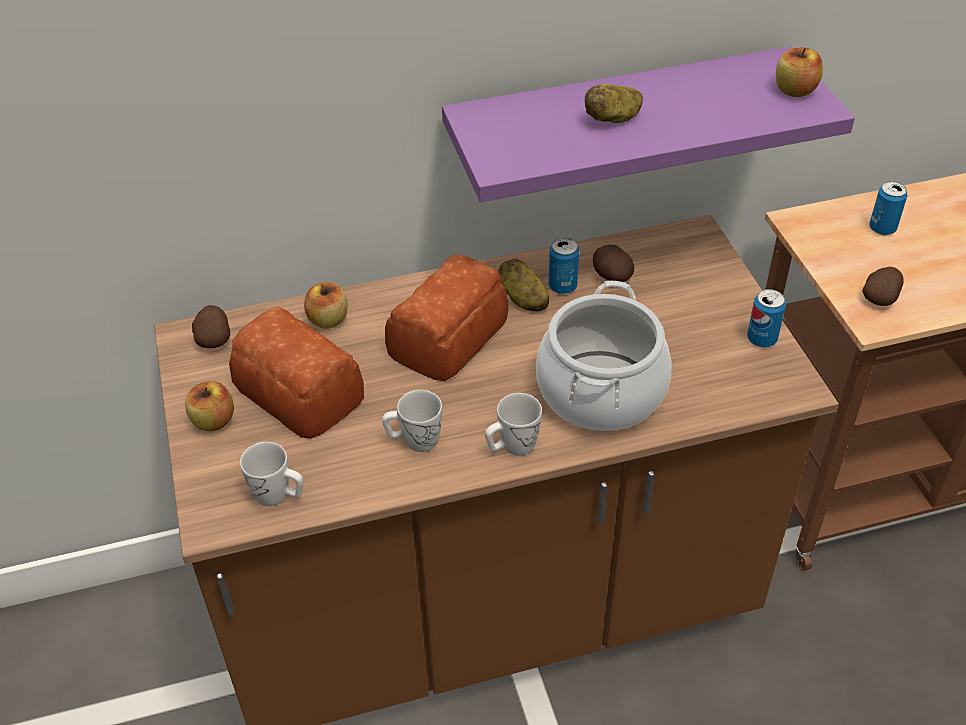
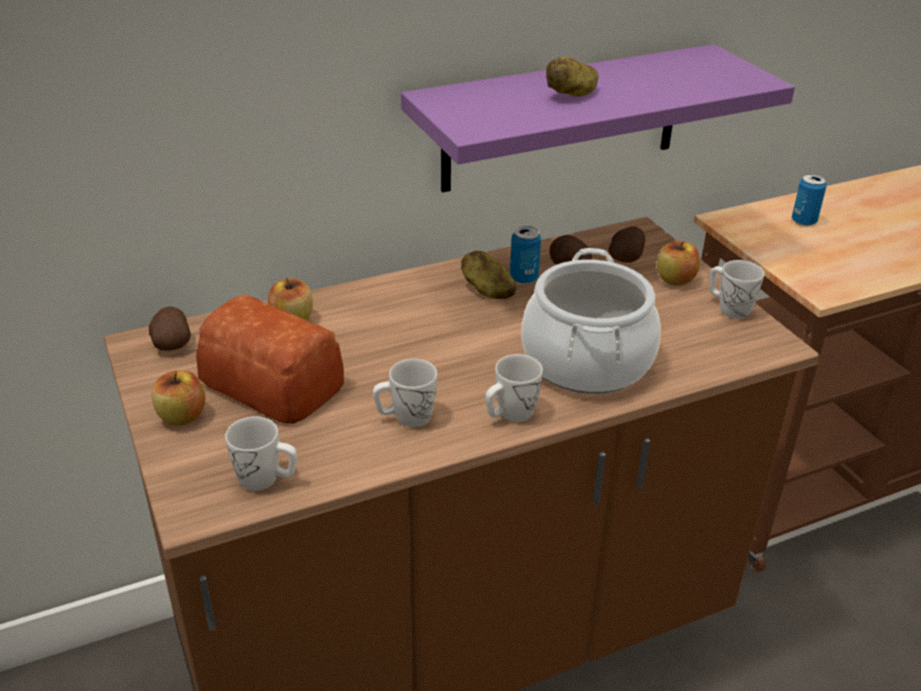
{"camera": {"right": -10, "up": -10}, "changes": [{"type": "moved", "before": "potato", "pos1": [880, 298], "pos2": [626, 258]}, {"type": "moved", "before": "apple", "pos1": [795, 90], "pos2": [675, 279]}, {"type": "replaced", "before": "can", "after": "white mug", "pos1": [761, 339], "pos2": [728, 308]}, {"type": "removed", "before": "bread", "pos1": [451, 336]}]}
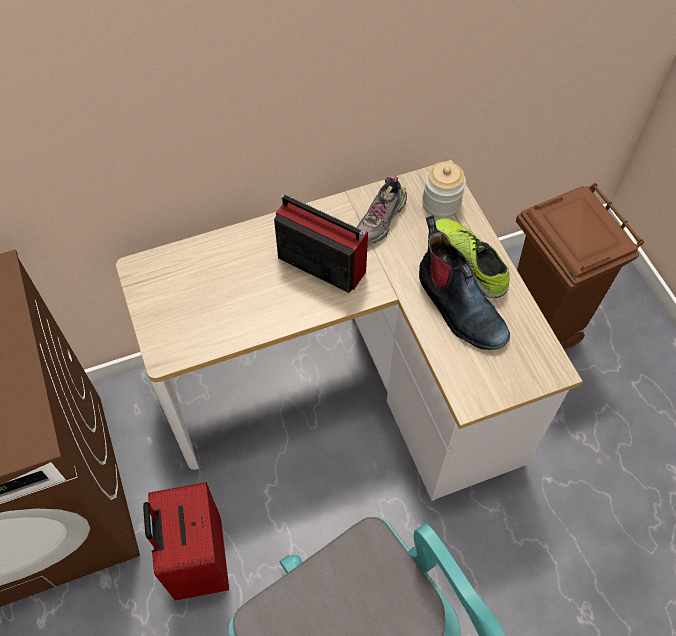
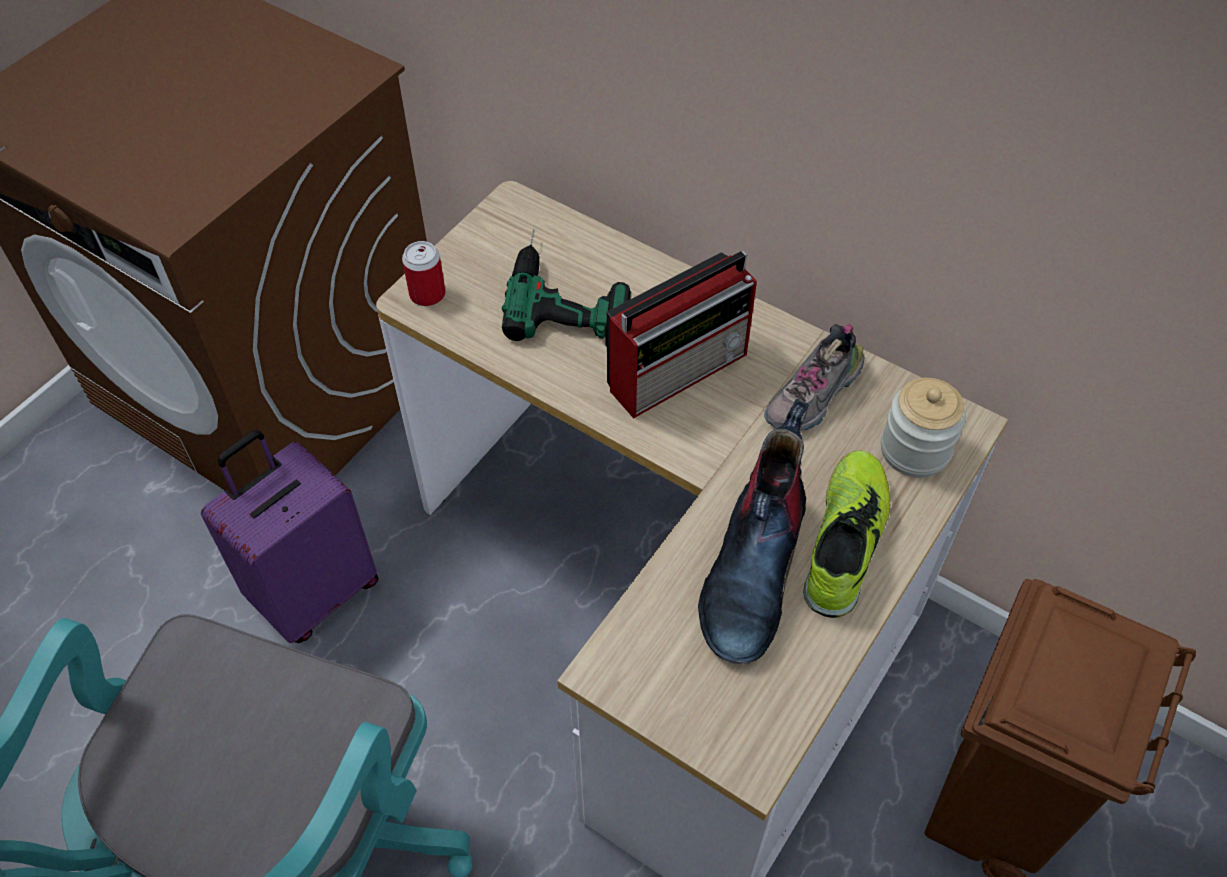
{"camera": {"right": 55, "up": -5}, "changes": [{"type": "recoloured", "before": "red suitcase", "after": "purple suitcase", "pos1": [198, 560], "pos2": [314, 591]}, {"type": "added", "after": "can", "pos2": [427, 294]}, {"type": "added", "after": "power drill", "pos2": [570, 292]}, {"type": "turned", "before": "radio", "pos1": [319, 263], "pos2": [680, 369], "turn": 60}, {"type": "turned", "before": "shoe", "pos1": [381, 221], "pos2": [814, 397], "turn": -45}]}
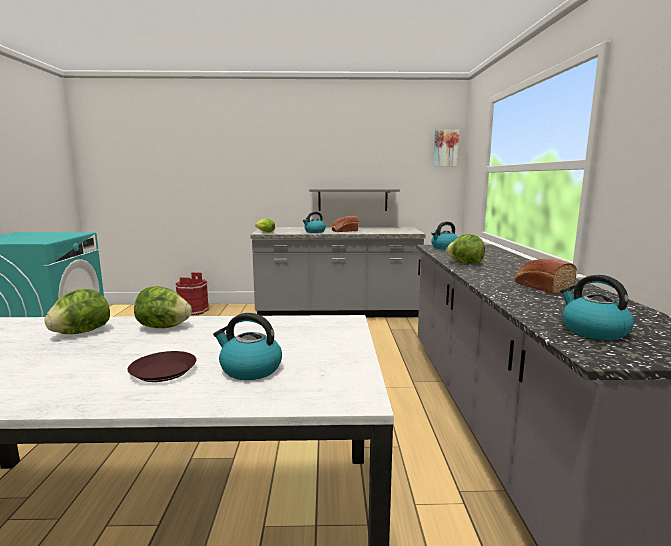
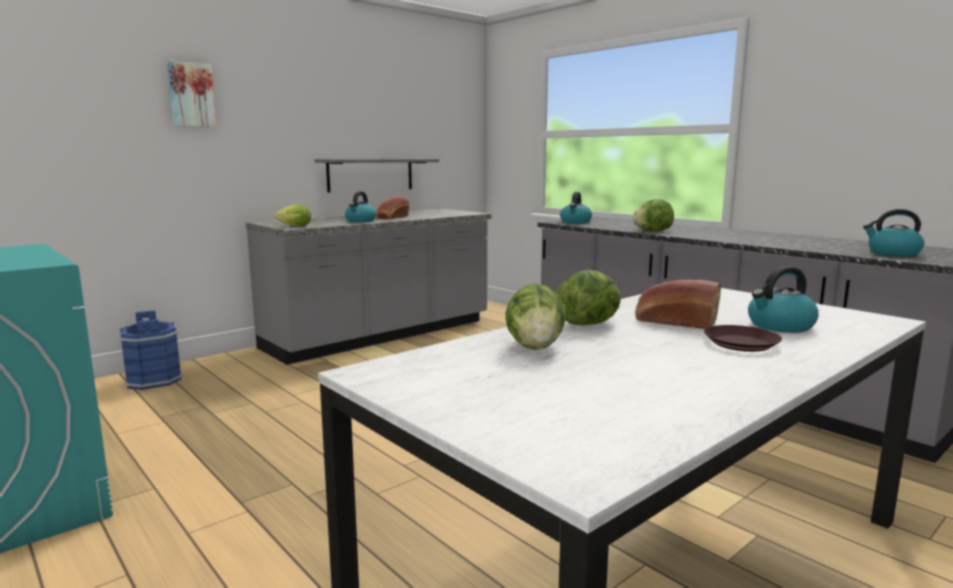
{"camera": {"right": -40, "up": 0}, "changes": [{"type": "recoloured", "before": "red bucket", "after": "blue bucket", "pos1": [193, 311], "pos2": [154, 380]}, {"type": "moved", "before": "picture", "pos1": [445, 148], "pos2": [191, 95]}, {"type": "moved", "before": "bread", "pos1": [540, 287], "pos2": [674, 321]}]}
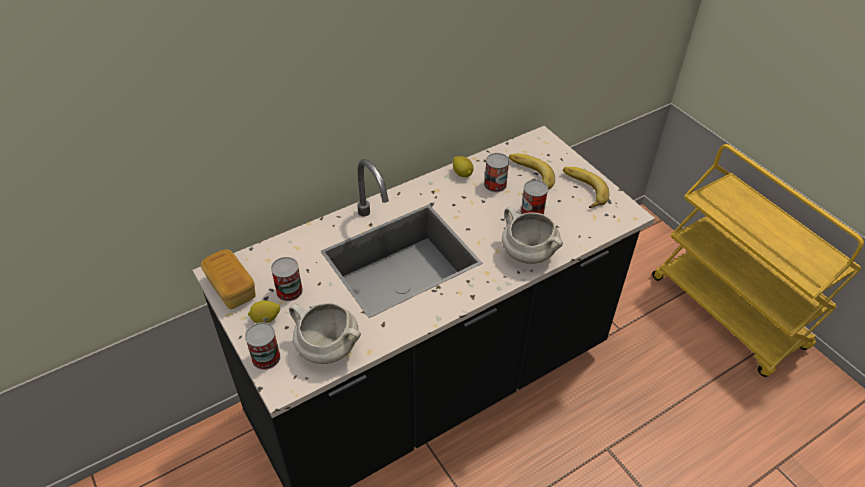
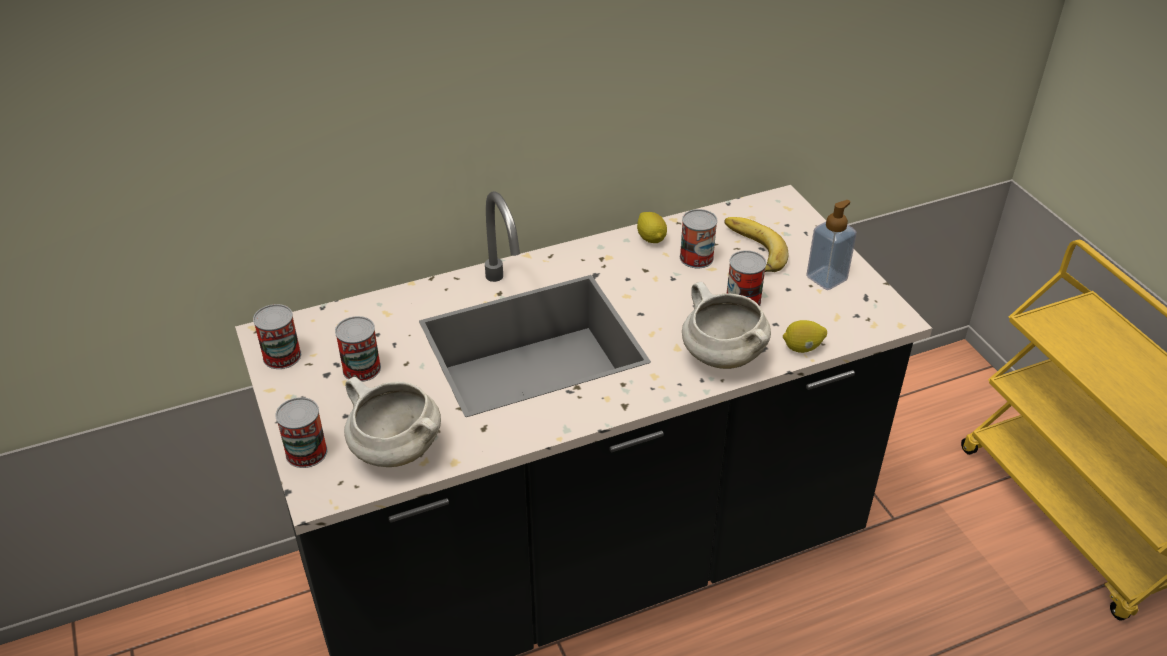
{"camera": {"right": 10, "up": -5}, "changes": [{"type": "replaced", "before": "bread", "after": "can", "pos1": [231, 288], "pos2": [282, 356]}, {"type": "moved", "before": "lemon", "pos1": [266, 319], "pos2": [802, 348]}, {"type": "replaced", "before": "banana", "after": "soap dispenser", "pos1": [581, 190], "pos2": [826, 278]}]}
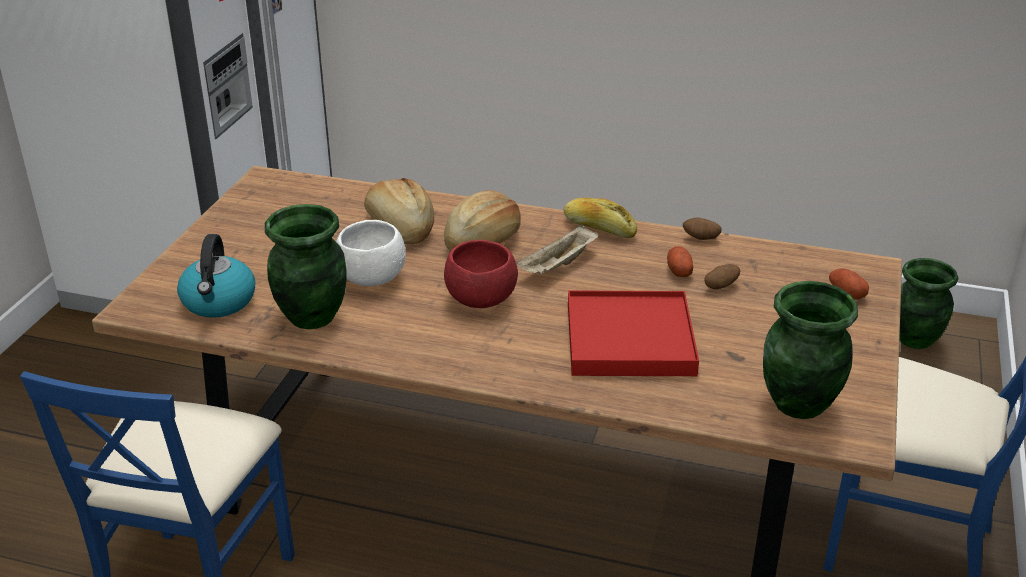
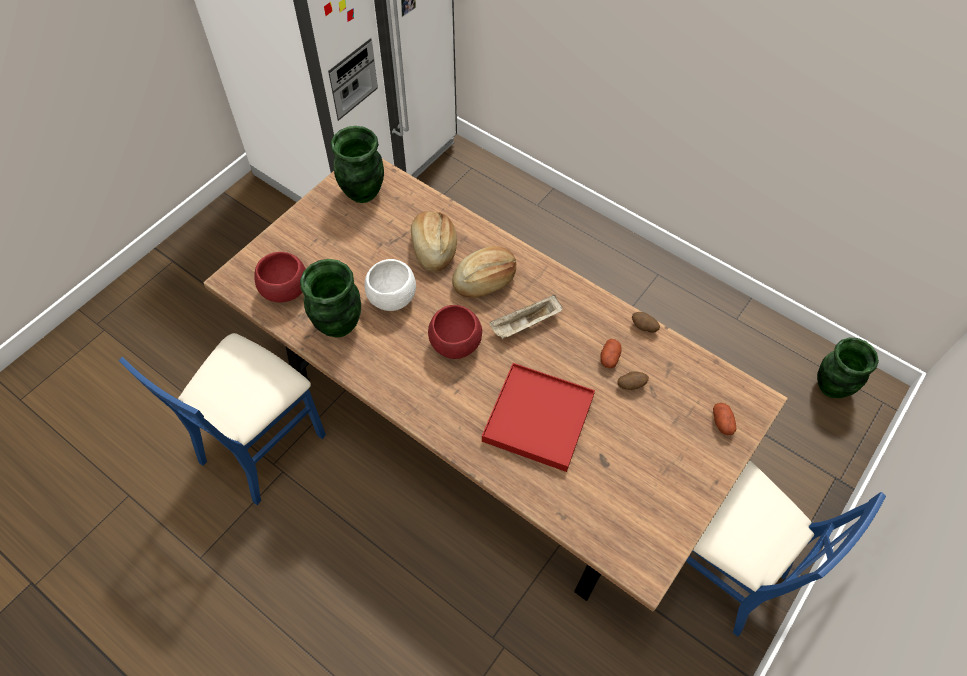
{"camera": {"right": 20, "up": 25}, "changes": [{"type": "replaced", "before": "kettle", "after": "red bowl", "pos1": [219, 302], "pos2": [285, 290]}, {"type": "moved", "before": "green vase", "pos1": [799, 404], "pos2": [362, 193]}, {"type": "removed", "before": "bread", "pos1": [599, 228]}]}
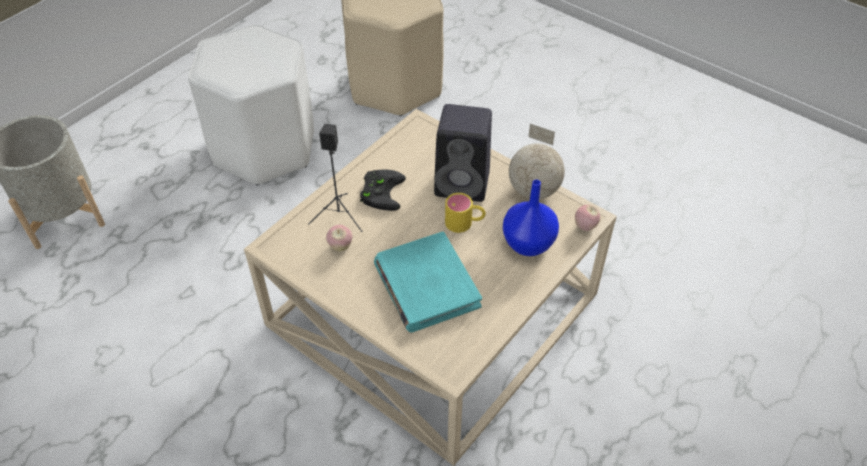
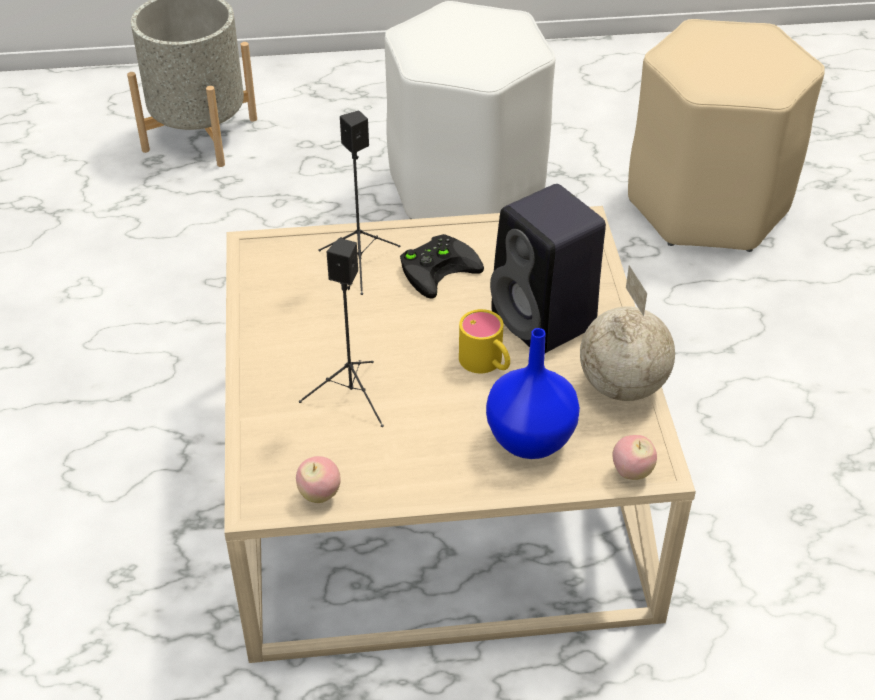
{"camera": {"right": 45, "up": -5}, "changes": [{"type": "moved", "before": "apple", "pos1": [340, 246], "pos2": [319, 494]}, {"type": "replaced", "before": "turquoise book", "after": "black speaker", "pos1": [426, 285], "pos2": [352, 396]}]}
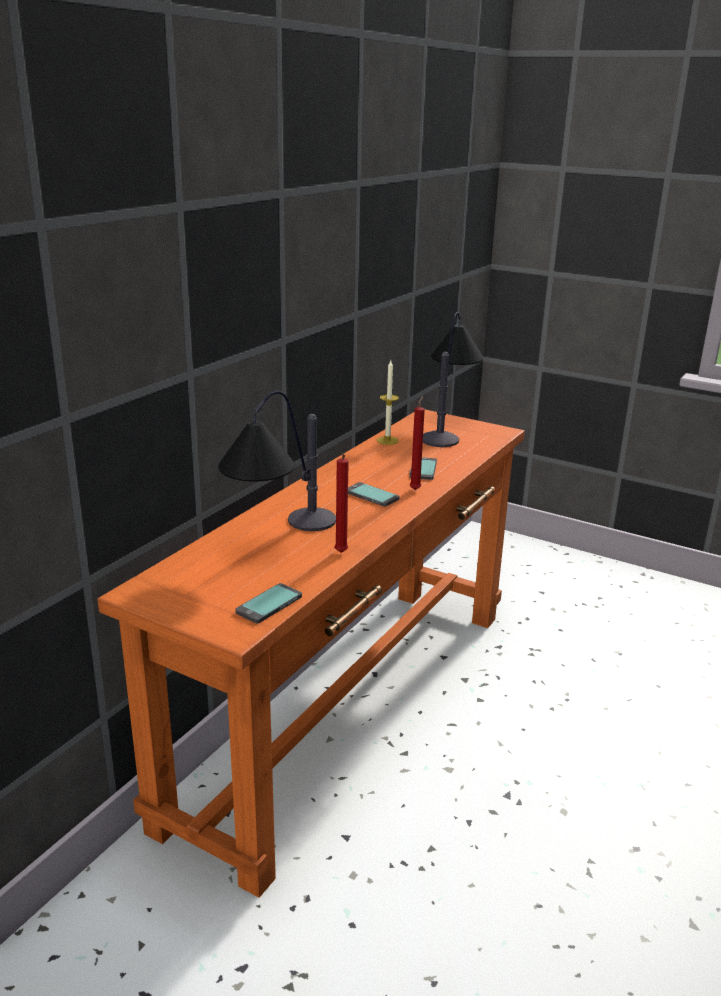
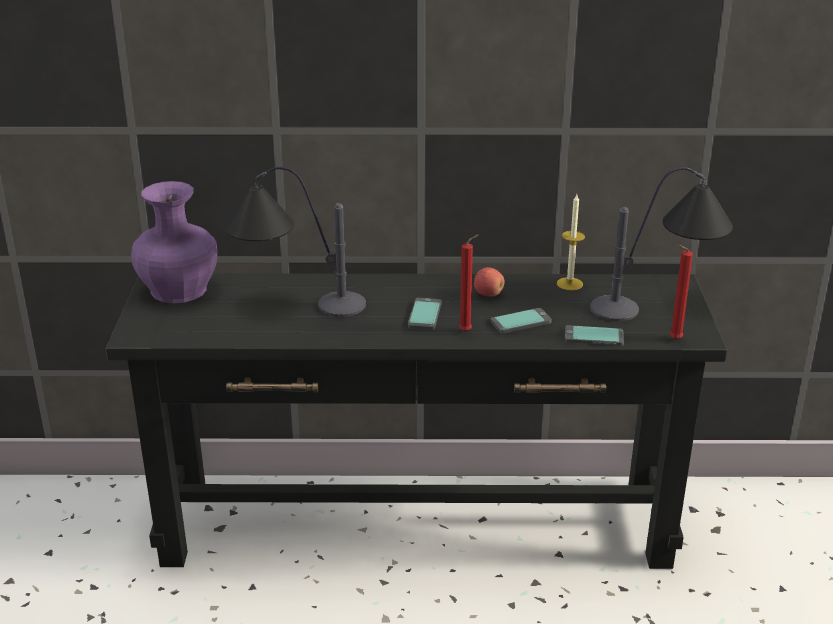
{"camera": {"right": 60, "up": 5}, "changes": [{"type": "recoloured", "before": "orange console table", "after": "black console table", "pos1": [351, 708], "pos2": [416, 524]}, {"type": "added", "after": "purple vase", "pos2": [177, 290]}, {"type": "added", "after": "apple", "pos2": [488, 294]}, {"type": "moved", "before": "phone", "pos1": [269, 604], "pos2": [594, 337]}, {"type": "moved", "before": "red candle", "pos1": [340, 553], "pos2": [673, 340]}]}
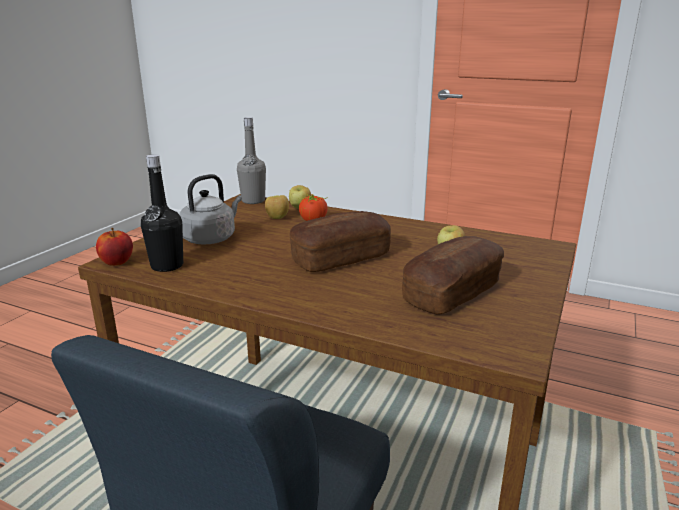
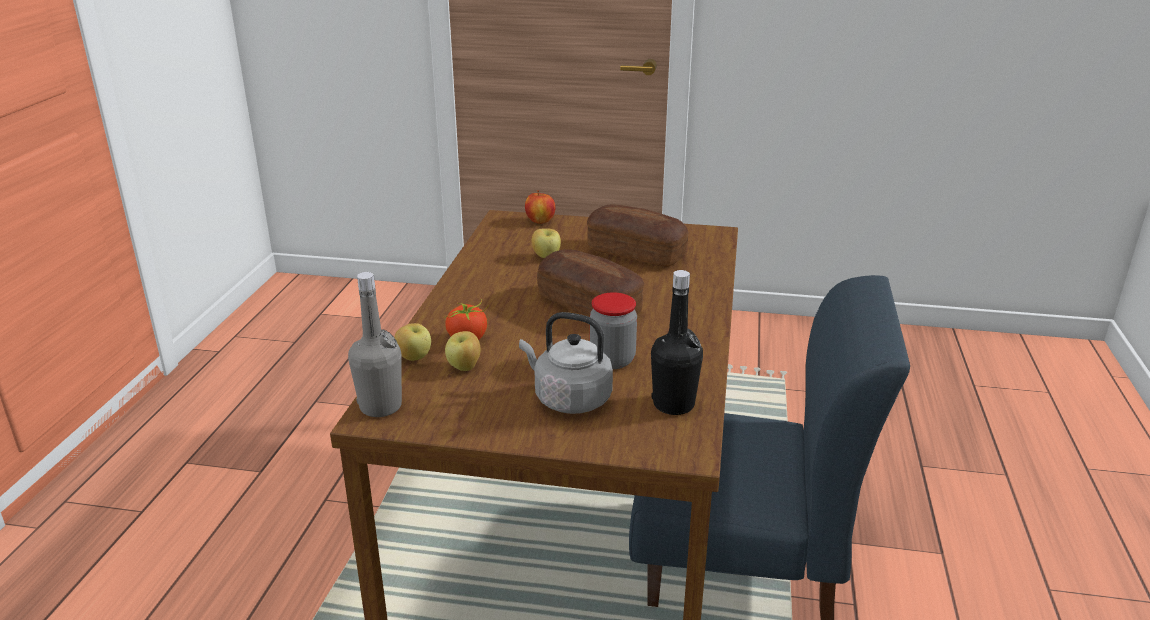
{"camera": {"right": -105, "up": 5}, "changes": [{"type": "moved", "before": "apple", "pos1": [117, 262], "pos2": [540, 221]}, {"type": "added", "after": "jar", "pos2": [612, 360]}]}
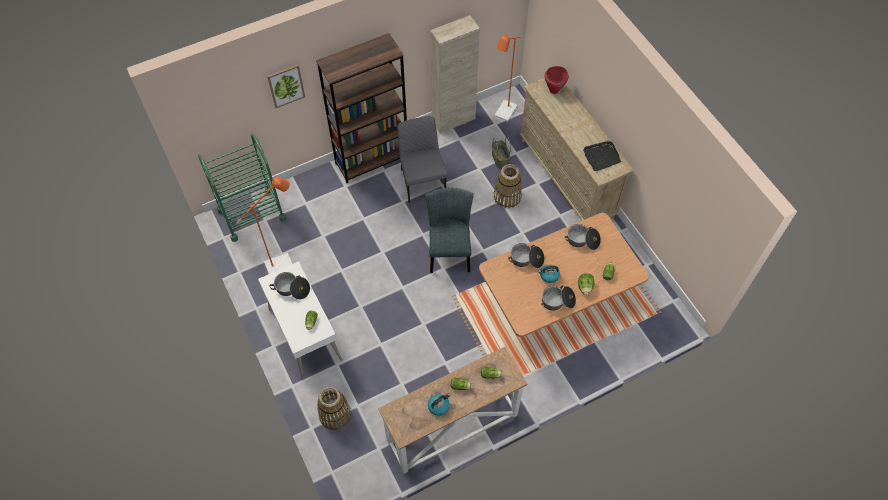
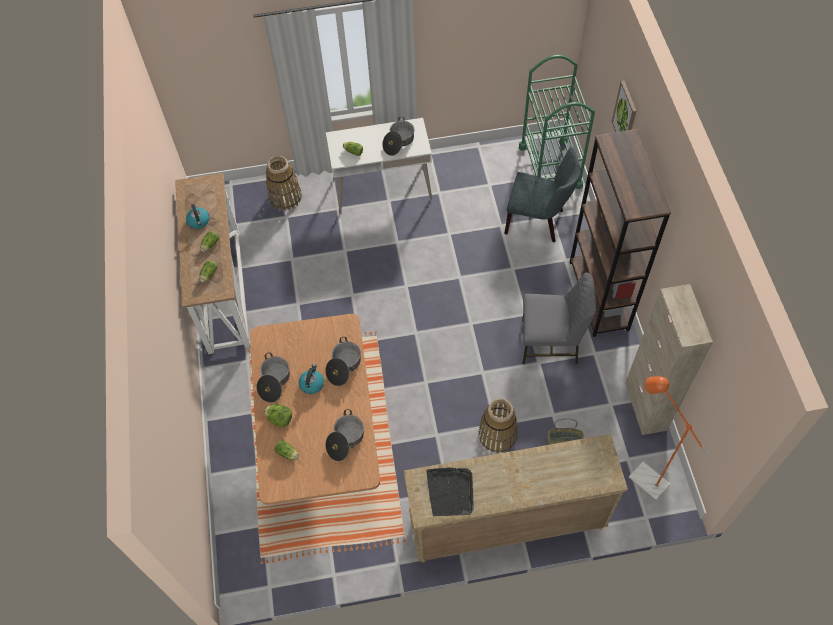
{"camera": {"right": 110, "up": 0}, "changes": [{"type": "moved", "before": "grey chair", "pos1": [449, 250], "pos2": [538, 221]}, {"type": "removed", "before": "orange floor lamp", "pos1": [283, 262]}, {"type": "removed", "before": "red cooking pot", "pos1": [553, 90]}]}
